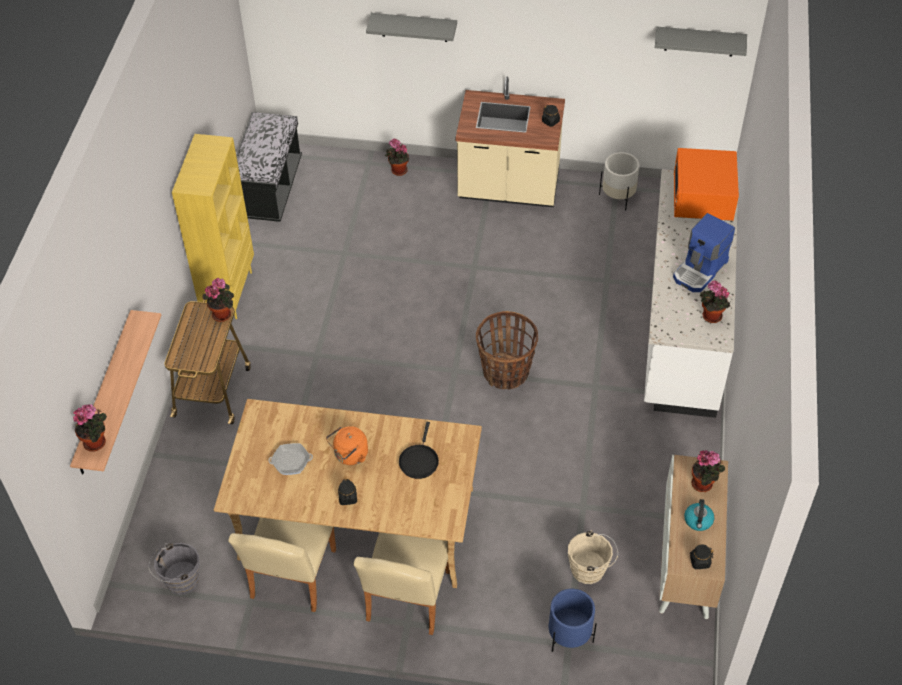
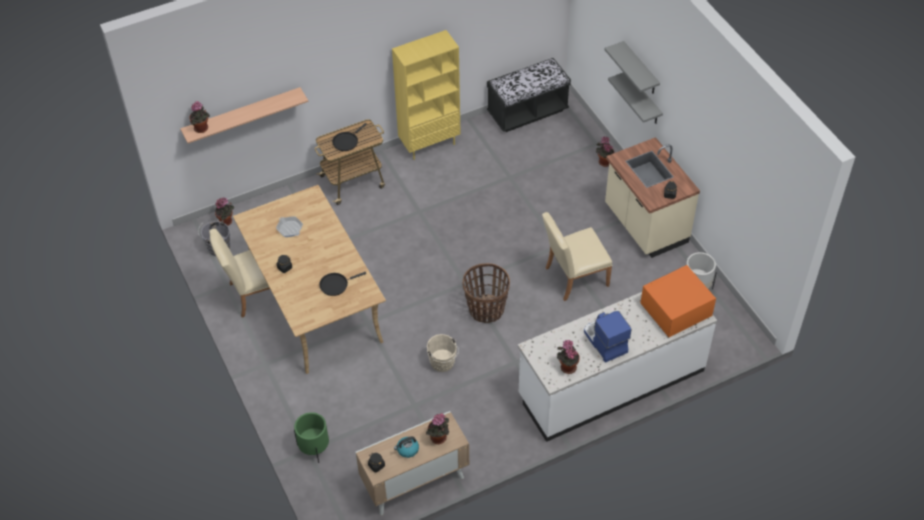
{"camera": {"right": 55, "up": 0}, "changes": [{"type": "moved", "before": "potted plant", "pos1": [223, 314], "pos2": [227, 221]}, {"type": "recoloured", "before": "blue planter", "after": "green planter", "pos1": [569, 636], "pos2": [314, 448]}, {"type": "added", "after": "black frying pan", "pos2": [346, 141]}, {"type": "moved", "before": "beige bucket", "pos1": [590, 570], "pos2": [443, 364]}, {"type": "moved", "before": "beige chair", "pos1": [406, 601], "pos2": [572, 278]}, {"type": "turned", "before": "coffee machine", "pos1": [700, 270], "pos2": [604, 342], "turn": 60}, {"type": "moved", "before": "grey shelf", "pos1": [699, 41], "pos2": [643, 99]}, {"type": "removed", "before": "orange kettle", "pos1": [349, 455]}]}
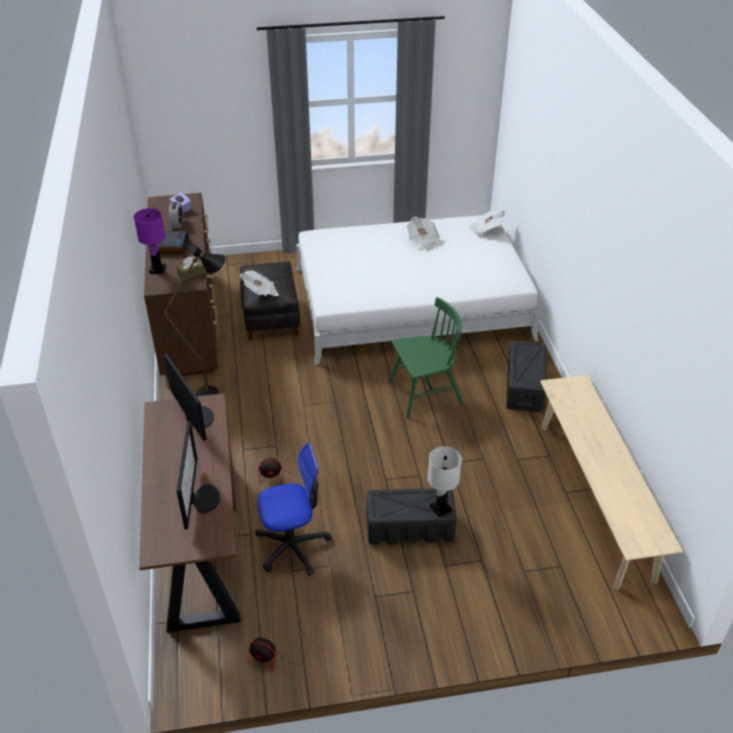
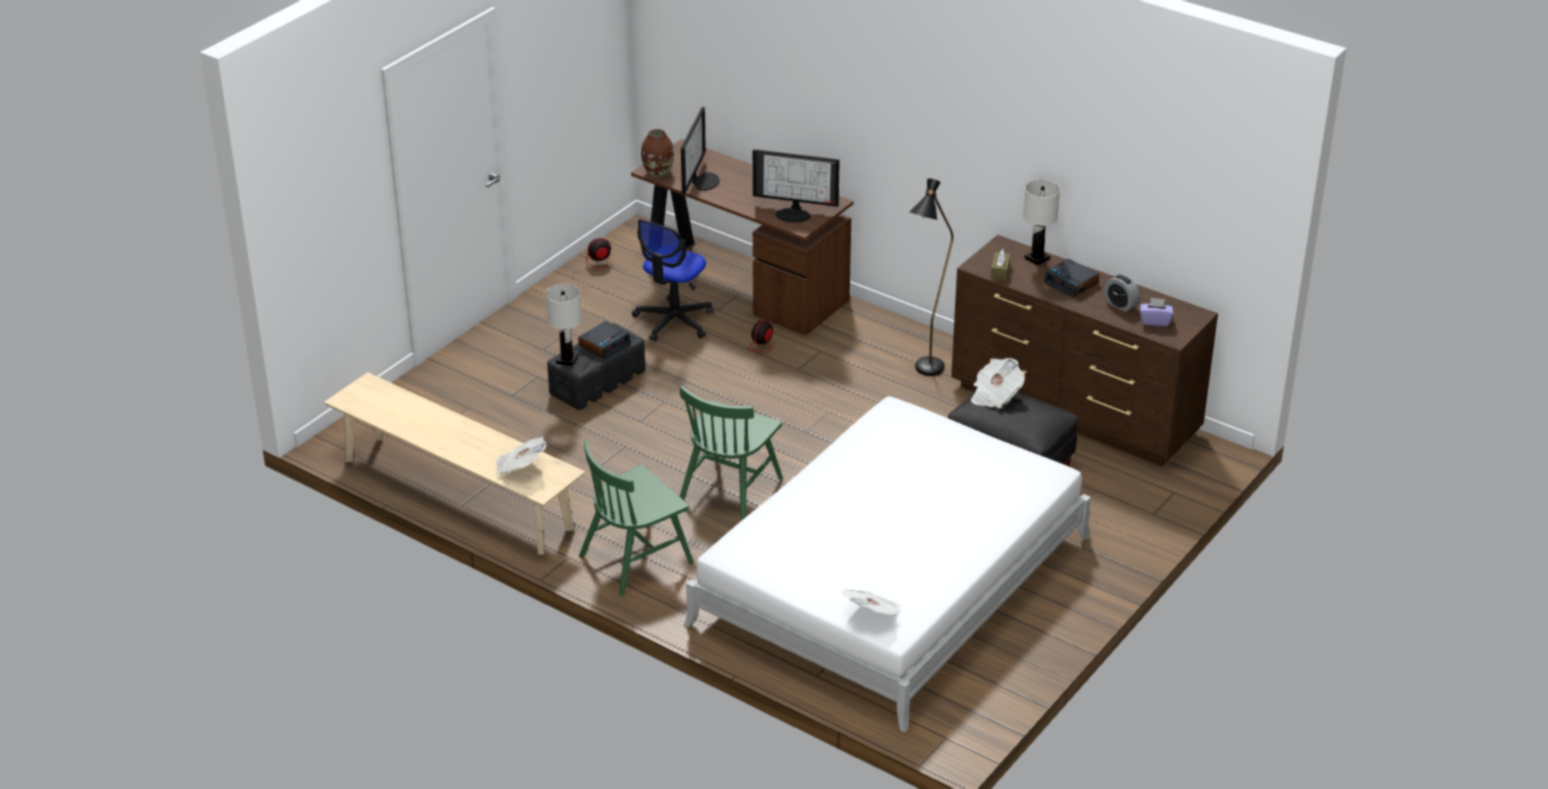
{"camera": {"right": 135, "up": -5}, "changes": [{"type": "moved", "before": "newspaper", "pos1": [423, 242], "pos2": [520, 467]}, {"type": "added", "after": "alarm clock", "pos2": [604, 344]}, {"type": "replaced", "before": "black storage box", "after": "green chair", "pos1": [524, 387], "pos2": [636, 559]}, {"type": "added", "after": "brown vase", "pos2": [658, 173]}, {"type": "turned", "before": "monitor", "pos1": [202, 498], "pos2": [702, 181], "turn": -120}, {"type": "recoloured", "before": "purple table lamp", "after": "white table lamp", "pos1": [157, 269], "pos2": [1037, 258]}]}
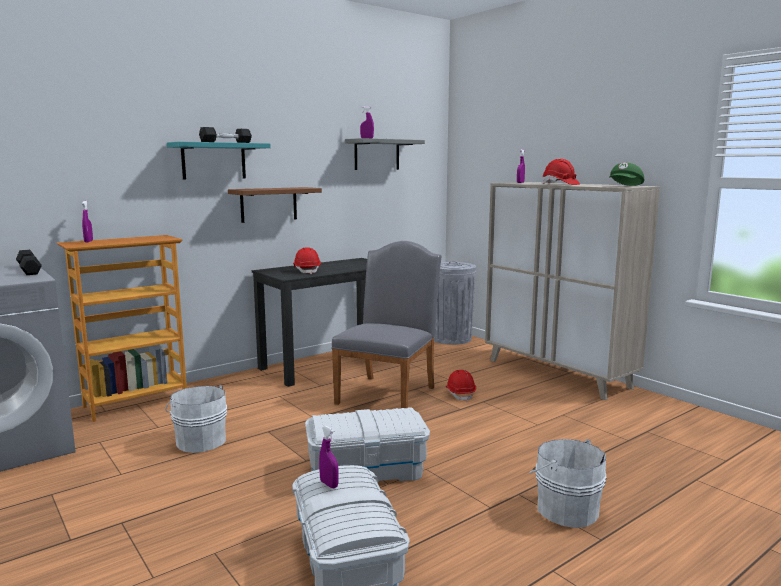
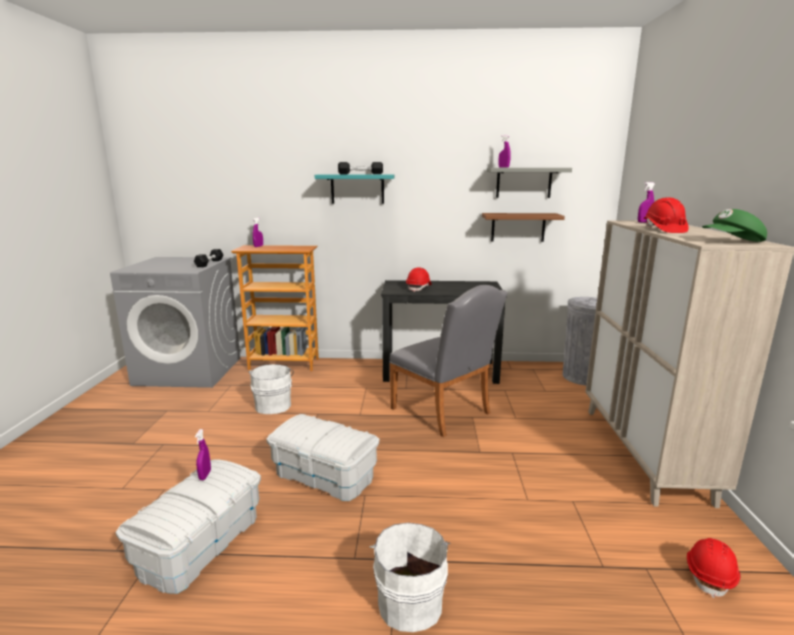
{"camera": {"right": 40, "up": 5}, "changes": [{"type": "turned", "before": "grey chair", "pos1": [389, 393], "pos2": [444, 413], "turn": 75}, {"type": "moved", "before": "brown shelf", "pos1": [269, 204], "pos2": [518, 227]}, {"type": "moved", "before": "red hard hat", "pos1": [460, 394], "pos2": [710, 575]}]}
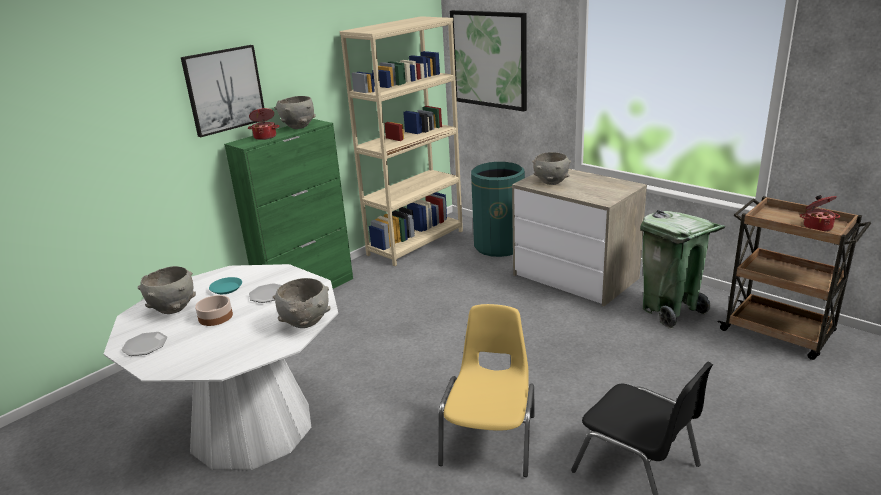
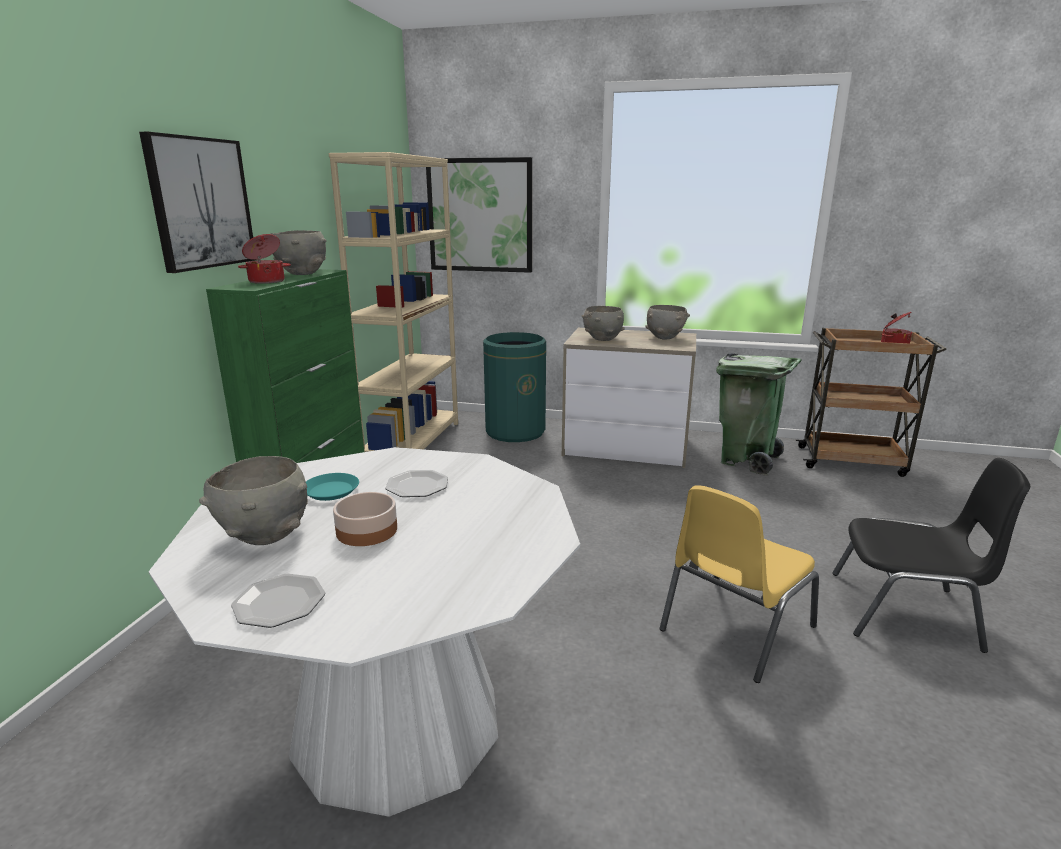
{"camera": {"right": -30, "up": -5}, "changes": [{"type": "moved", "before": "grey bowl", "pos1": [306, 323], "pos2": [665, 338]}, {"type": "turned", "before": "yellow chair", "pos1": [490, 439], "pos2": [734, 628], "turn": -120}]}
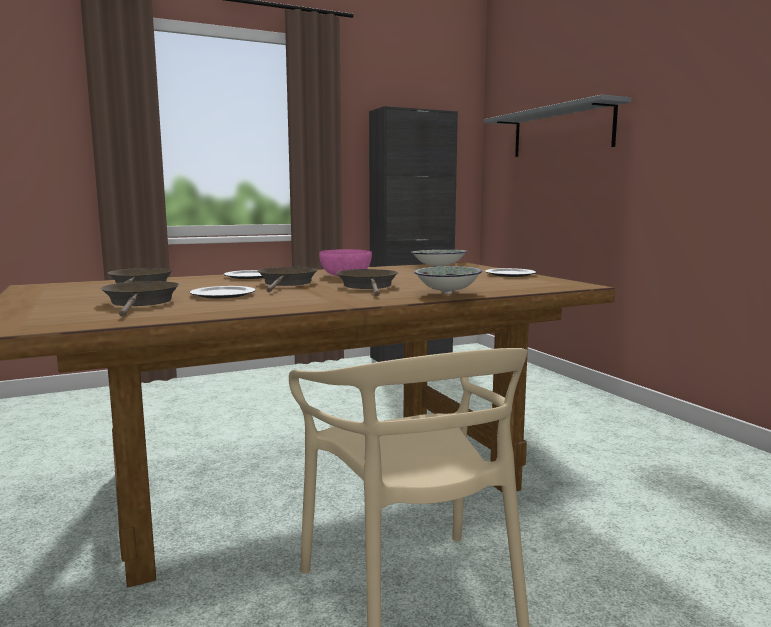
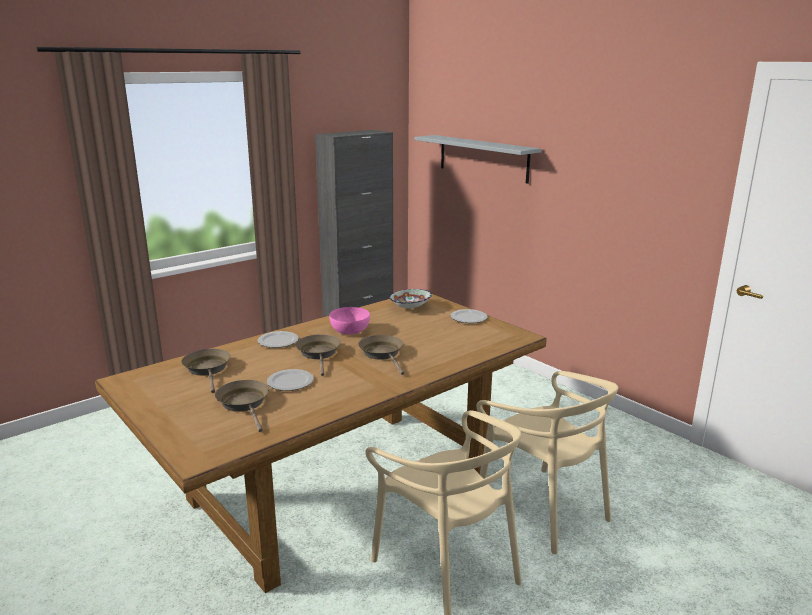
{"camera": {"right": -15, "up": 10}, "changes": [{"type": "added", "after": "beige chair", "pos2": [543, 509]}, {"type": "removed", "before": "bowl", "pos1": [448, 293]}]}
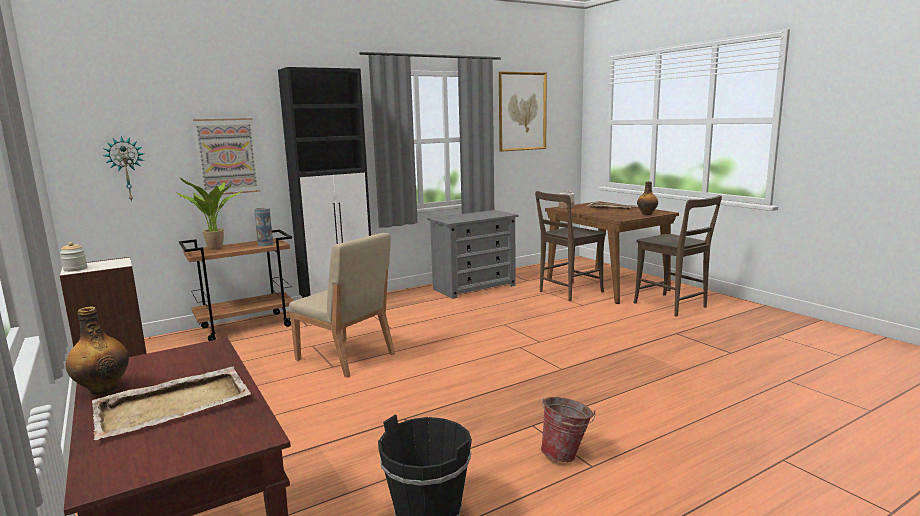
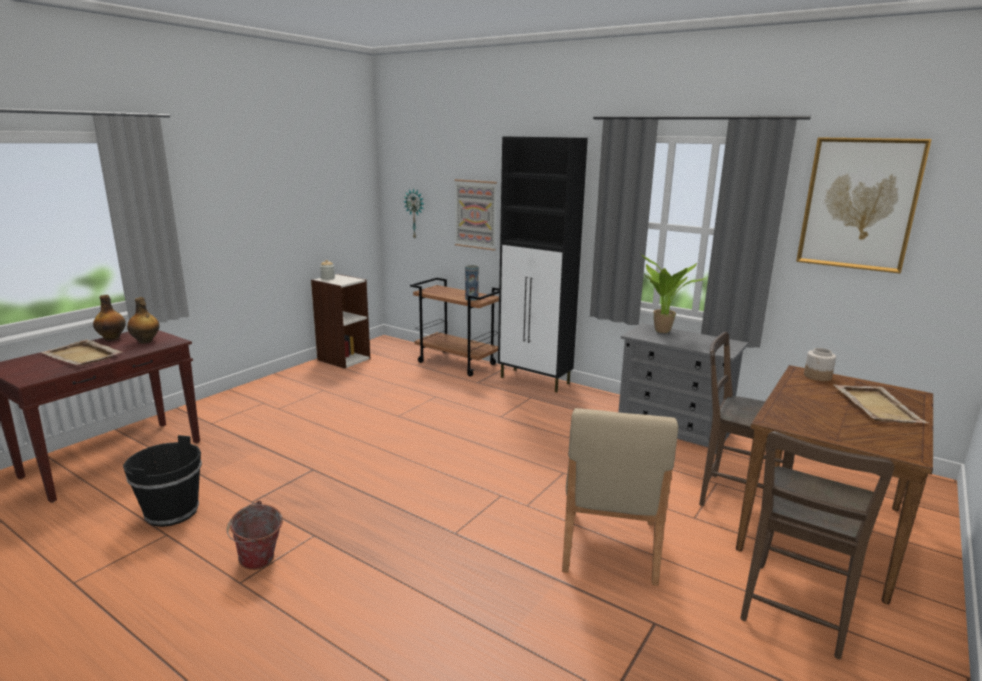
{"camera": {"right": 65, "up": 5}, "changes": [{"type": "moved", "before": "bottle", "pos1": [647, 214], "pos2": [145, 341]}, {"type": "moved", "before": "beige chair", "pos1": [346, 357], "pos2": [609, 547]}, {"type": "moved", "before": "potted plant", "pos1": [216, 249], "pos2": [662, 332]}]}
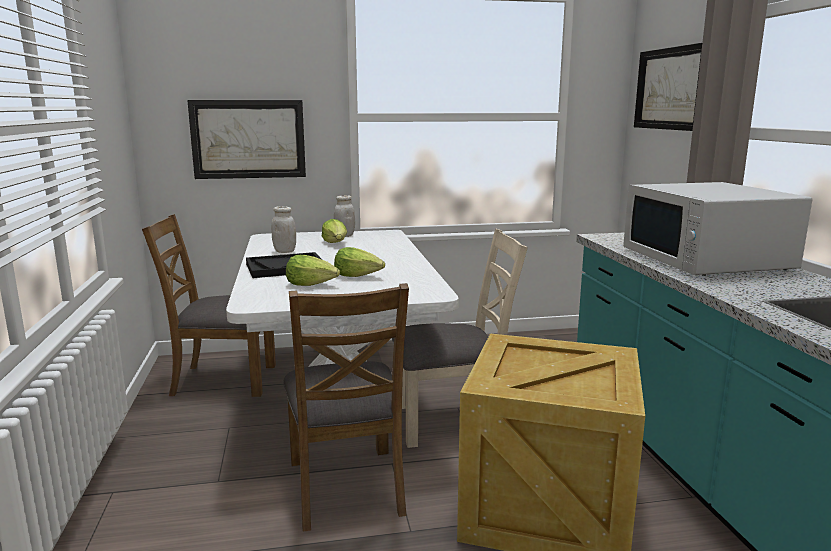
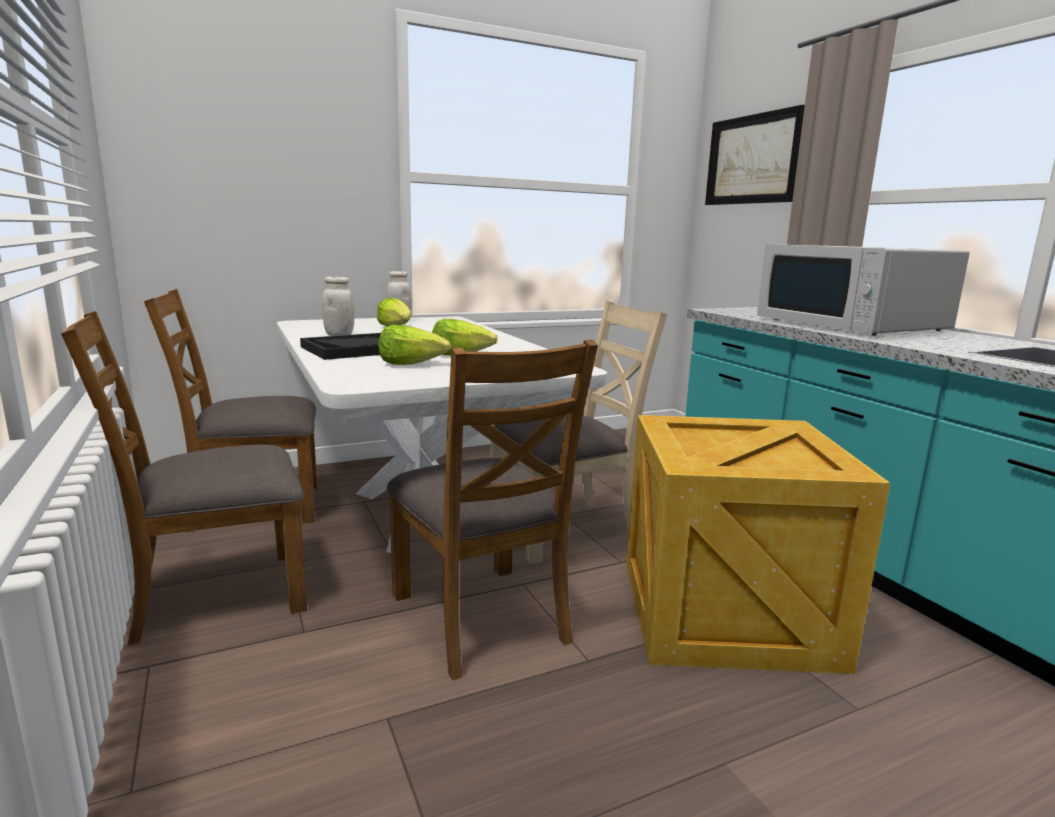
{"camera": {"right": -15, "up": 0}, "changes": [{"type": "added", "after": "brown chair", "pos2": [217, 594]}, {"type": "removed", "before": "picture", "pos1": [248, 139]}]}
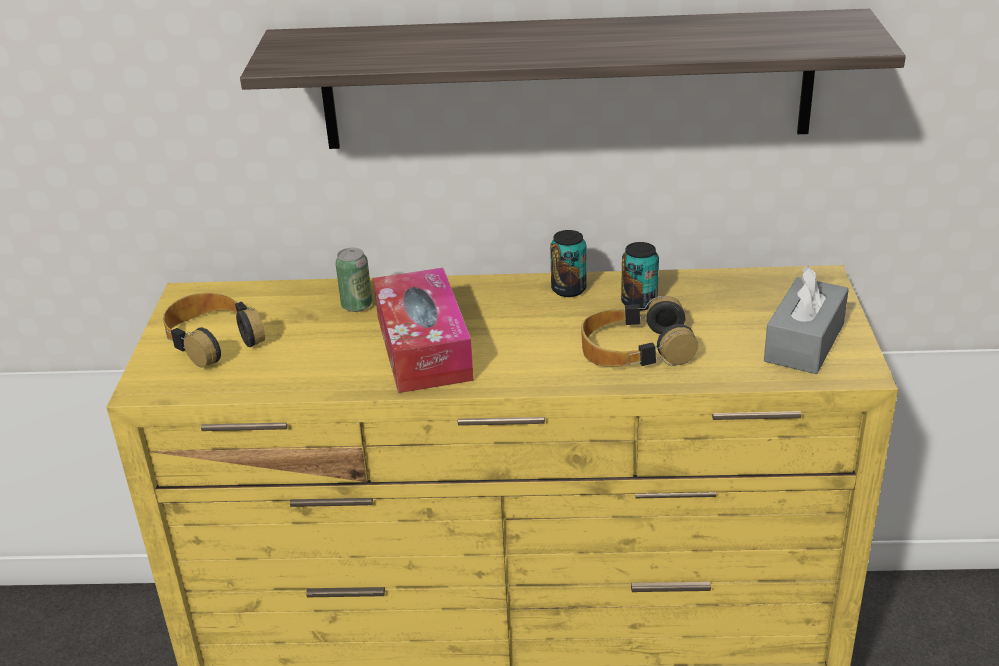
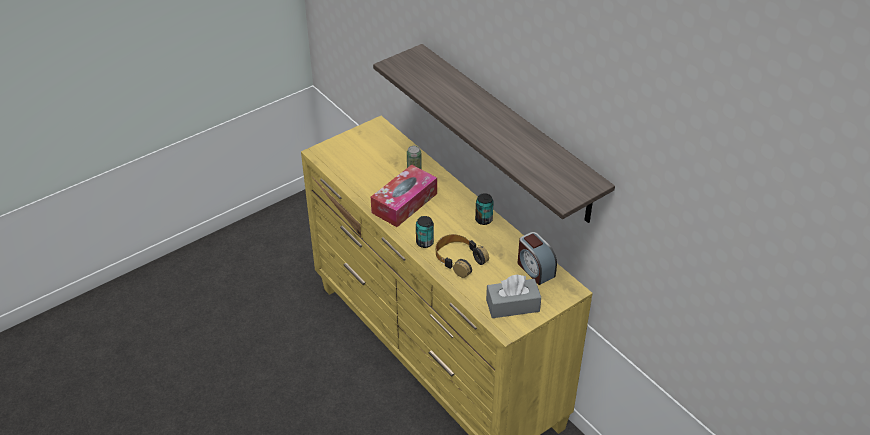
{"camera": {"right": 50, "up": 10}, "changes": [{"type": "moved", "before": "can", "pos1": [639, 302], "pos2": [424, 242]}, {"type": "added", "after": "alarm clock", "pos2": [535, 269]}, {"type": "removed", "before": "headphones", "pos1": [213, 339]}]}
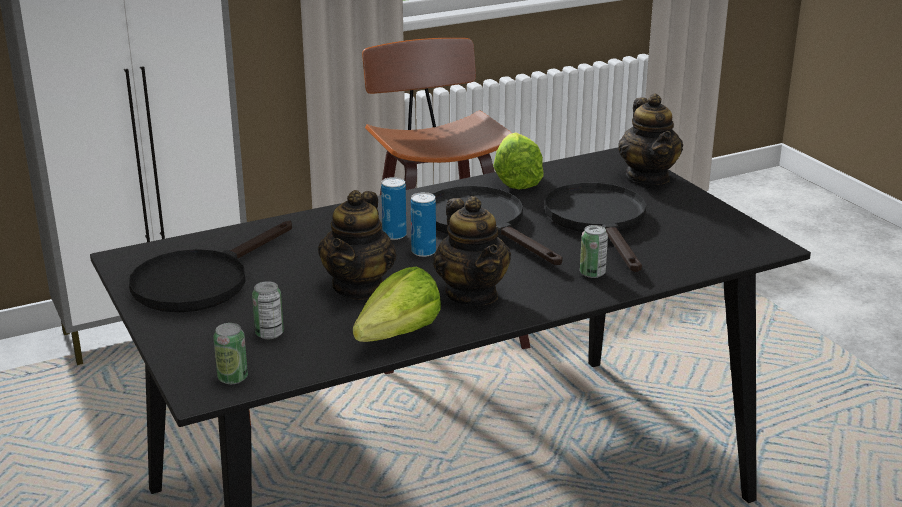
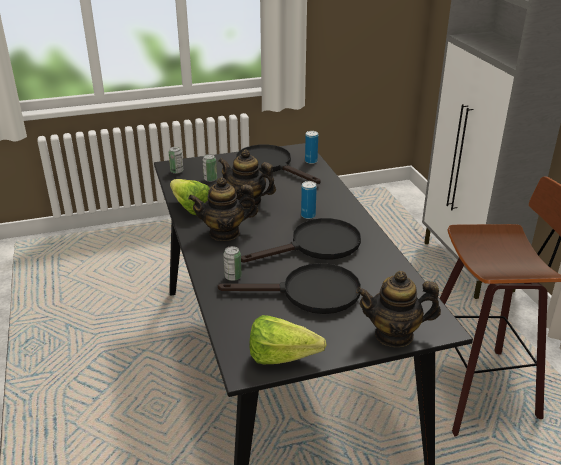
{"camera": {"right": 100, "up": 5}, "changes": [{"type": "moved", "before": "lettuce", "pos1": [517, 177], "pos2": [288, 359]}, {"type": "moved", "before": "can", "pos1": [423, 252], "pos2": [311, 161]}]}
